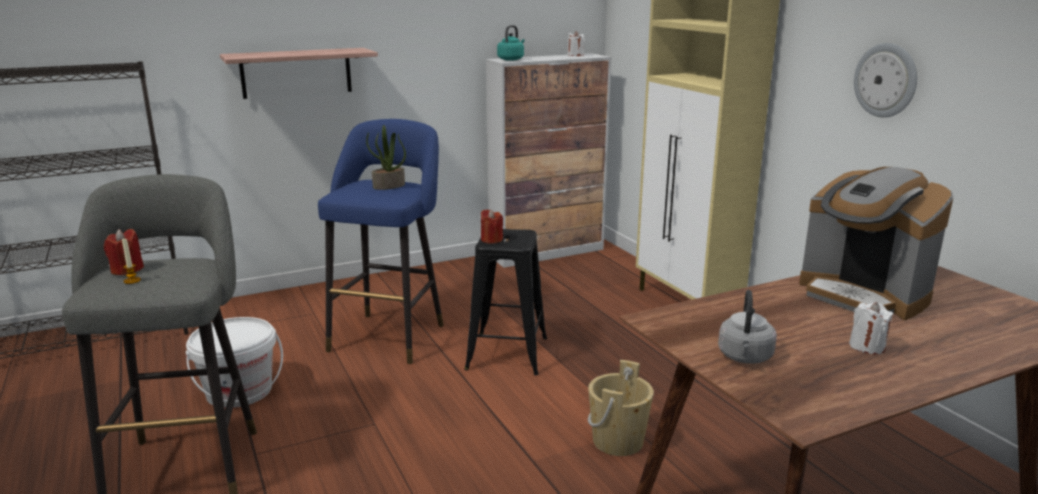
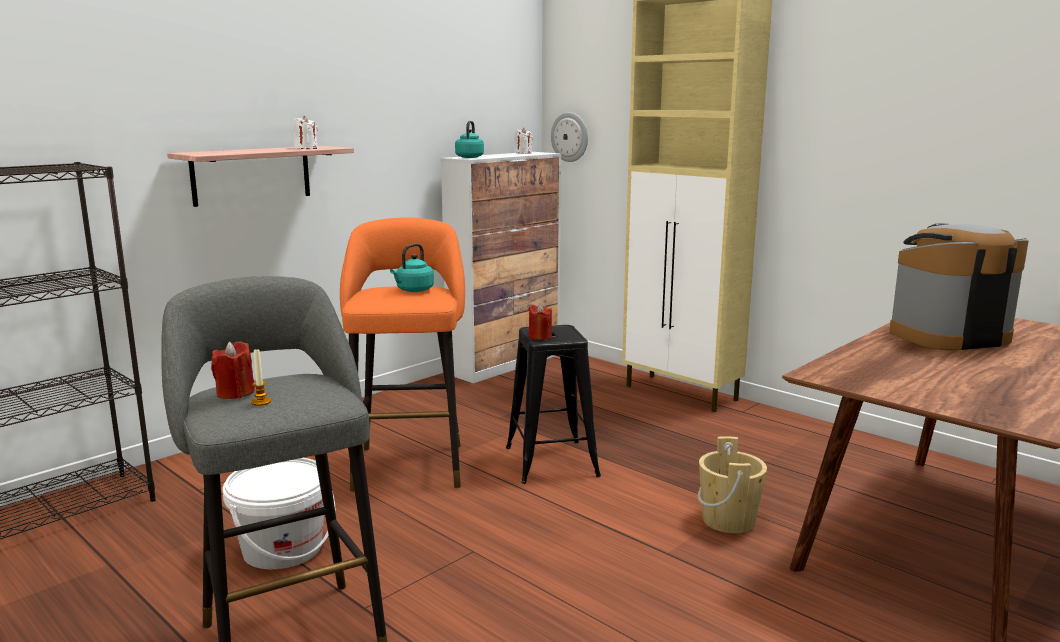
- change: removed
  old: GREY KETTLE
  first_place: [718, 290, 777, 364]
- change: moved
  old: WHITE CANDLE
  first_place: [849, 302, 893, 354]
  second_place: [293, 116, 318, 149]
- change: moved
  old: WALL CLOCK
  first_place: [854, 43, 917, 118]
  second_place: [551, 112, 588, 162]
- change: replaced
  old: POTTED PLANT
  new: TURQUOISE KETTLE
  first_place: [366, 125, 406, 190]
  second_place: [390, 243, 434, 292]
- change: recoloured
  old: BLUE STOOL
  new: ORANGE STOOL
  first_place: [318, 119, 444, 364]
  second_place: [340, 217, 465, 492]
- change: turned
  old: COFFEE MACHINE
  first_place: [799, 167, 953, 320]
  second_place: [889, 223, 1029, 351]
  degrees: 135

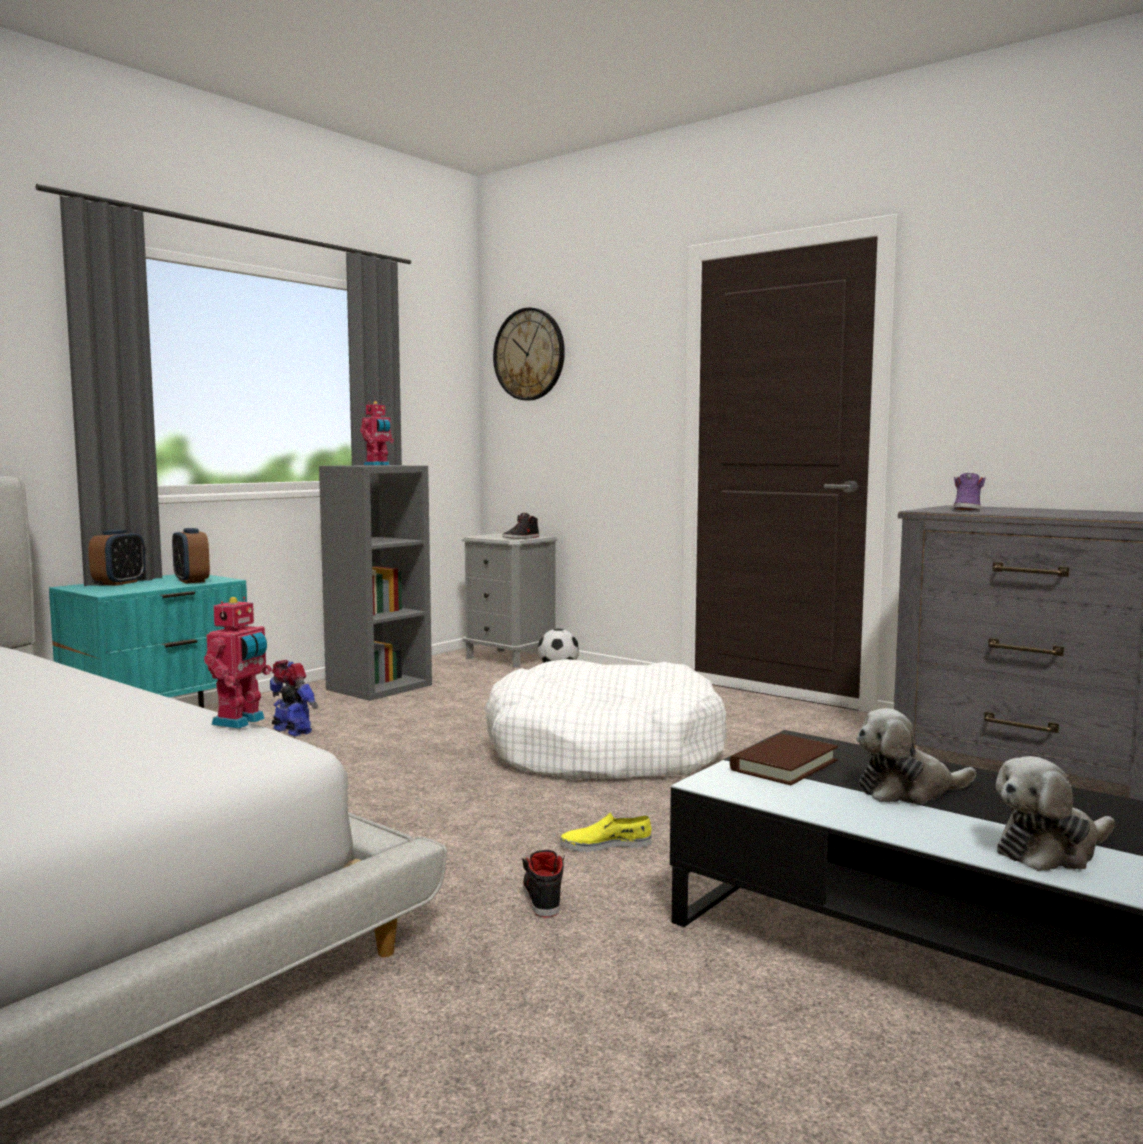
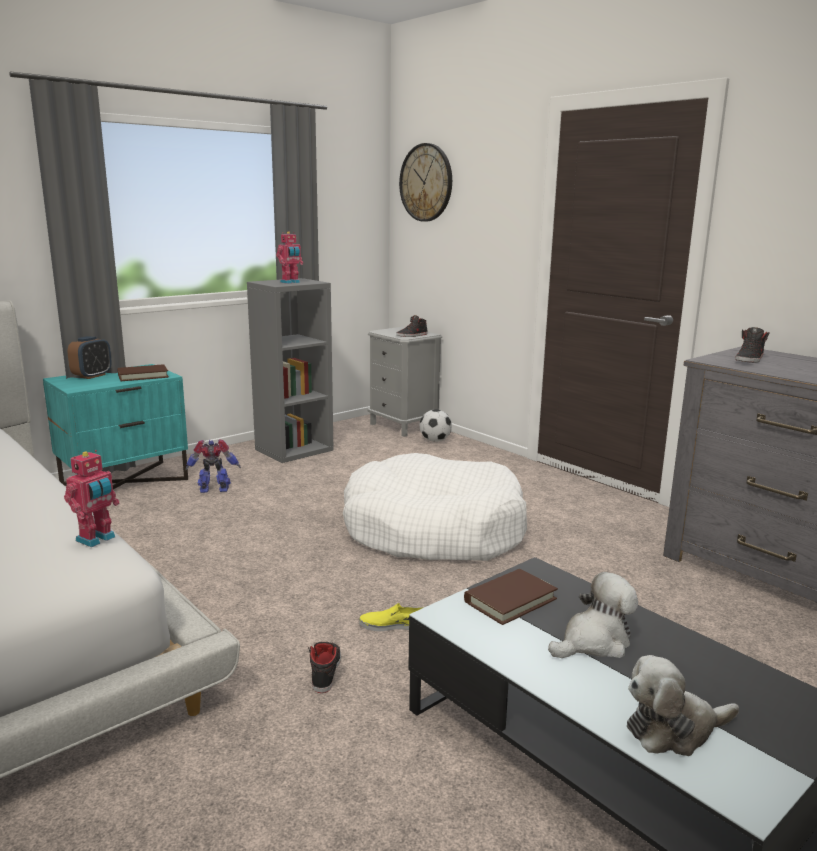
- change: replaced
  old: ALARM CLOCK
  new: BROWN BOOK
  first_place: [172, 528, 210, 583]
  second_place: [117, 364, 169, 381]
- change: recoloured
  old: PURPLE SHOE
  new: BLACK SHOE
  first_place: [953, 473, 986, 510]
  second_place: [735, 327, 770, 363]
- change: turned
  old: TOY ROBOT
  first_place: [270, 660, 318, 736]
  second_place: [185, 439, 241, 493]
  degrees: -60
- change: turned
  old: PLUSH TOY
  first_place: [856, 708, 976, 804]
  second_place: [548, 572, 638, 658]
  degrees: 150

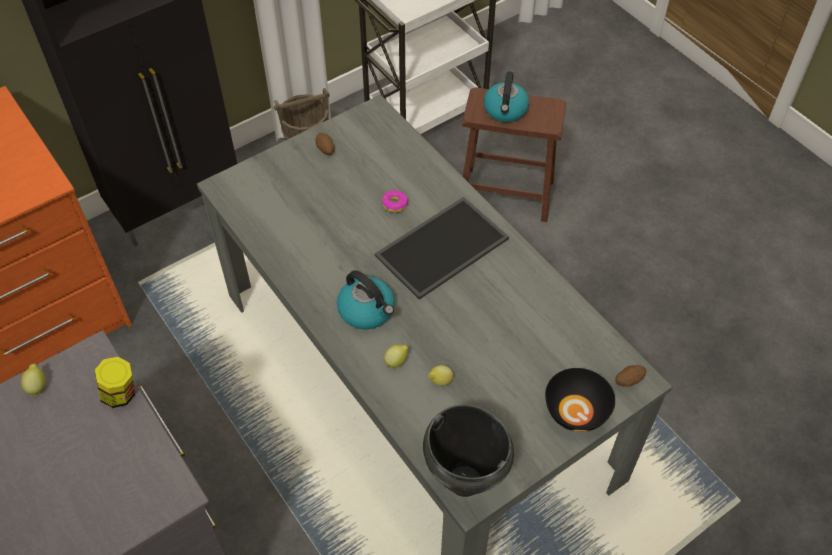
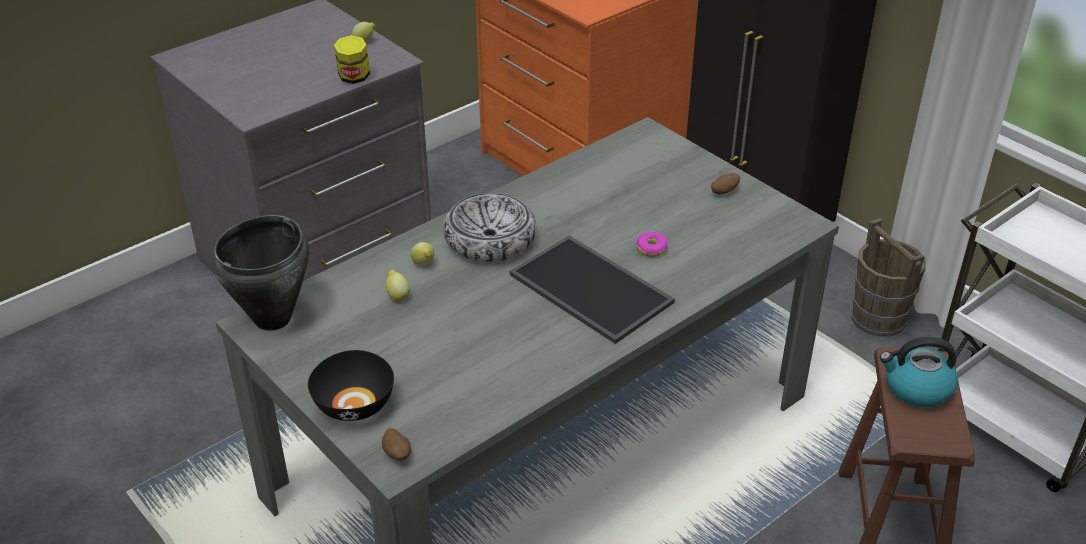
- change: replaced
  old: KETTLE
  new: BOWL
  first_place: [337, 270, 395, 330]
  second_place: [443, 193, 536, 262]

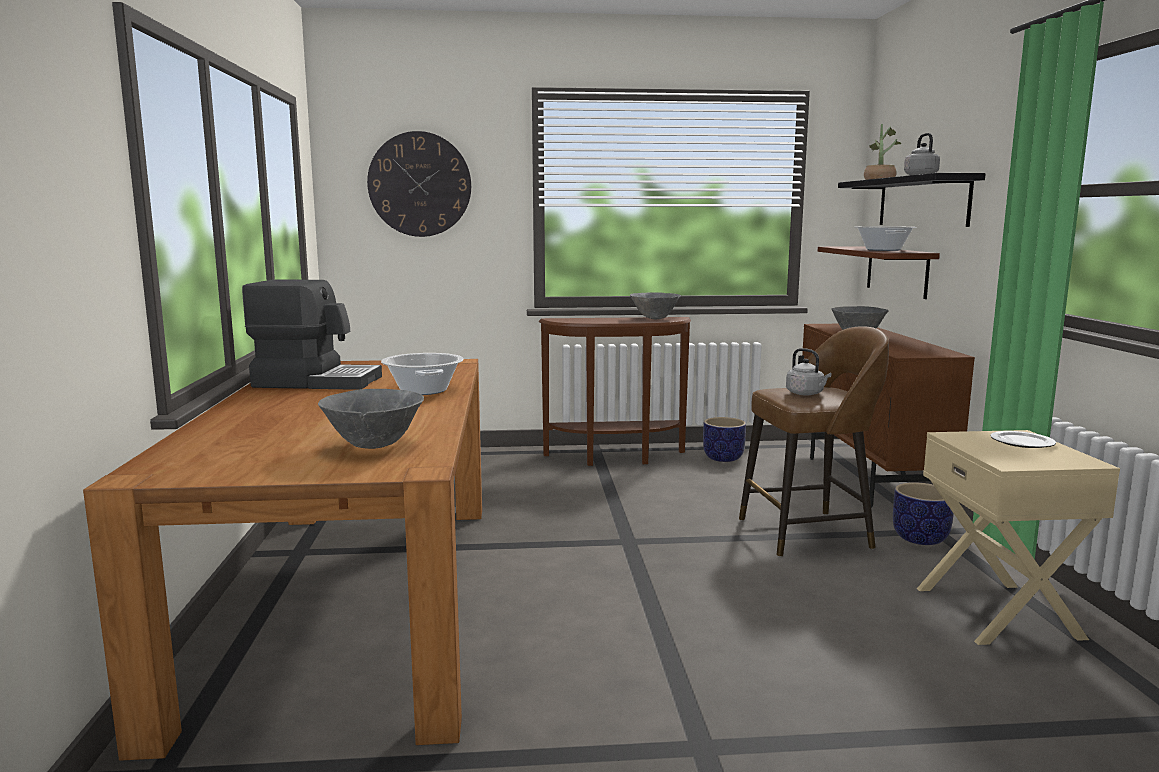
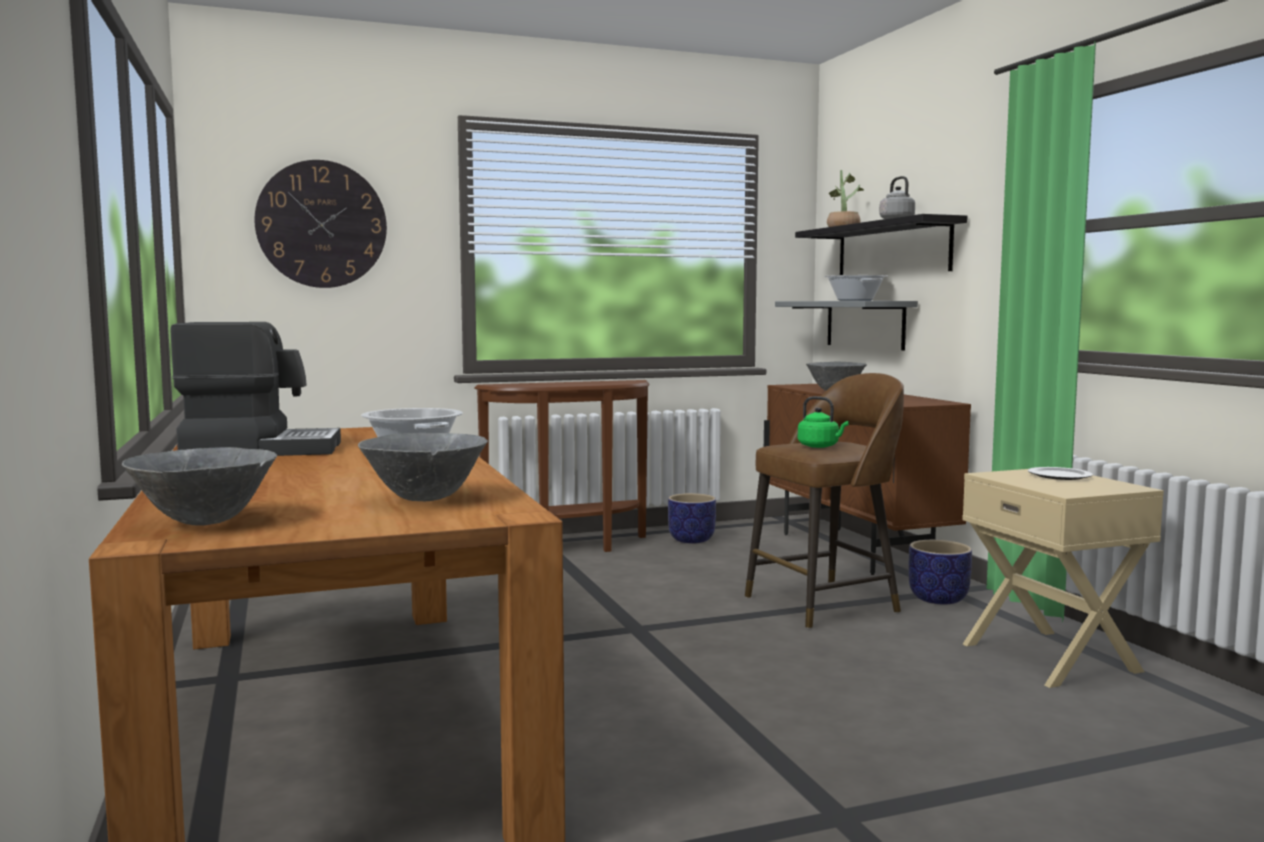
- change: moved
  old: GREY BOWL
  first_place: [630, 292, 681, 319]
  second_place: [122, 447, 277, 526]
- change: recoloured
  old: GREY KETTLE
  new: GREEN KETTLE
  first_place: [786, 348, 832, 396]
  second_place: [798, 396, 849, 448]
- change: recoloured
  old: BROWN SHELF
  new: GREY SHELF
  first_place: [818, 247, 940, 299]
  second_place: [775, 301, 918, 350]

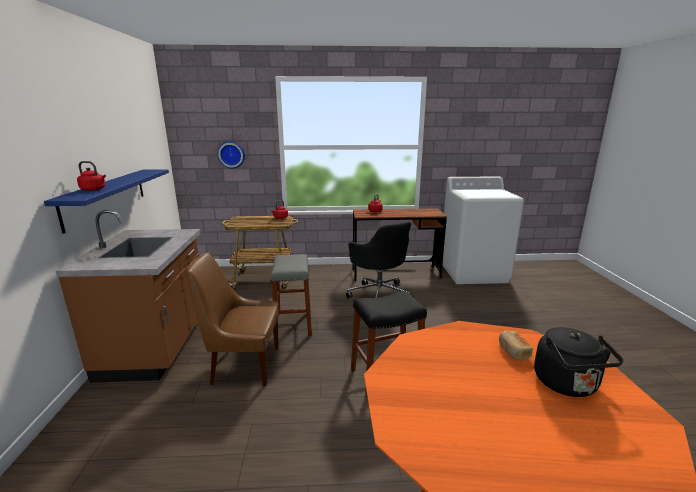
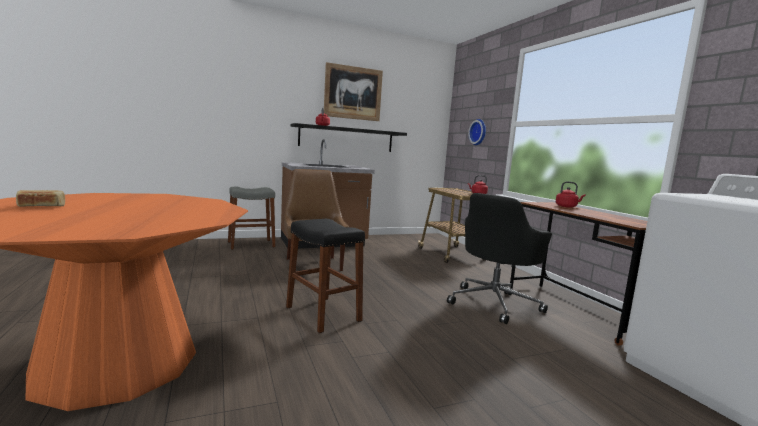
- change: removed
  old: BLACK KETTLE
  first_place: [534, 327, 624, 397]
- change: added
  new: PICTURE
  second_place: [324, 62, 383, 121]
- change: moved
  old: GREY STOOL
  first_place: [271, 254, 312, 336]
  second_place: [228, 187, 275, 250]
- change: moved
  old: BREAD
  first_place: [499, 331, 533, 361]
  second_place: [16, 190, 65, 207]
- change: recoloured
  old: BLUE SHELF
  new: BLACK SHELF
  first_place: [44, 169, 169, 234]
  second_place: [291, 123, 407, 152]

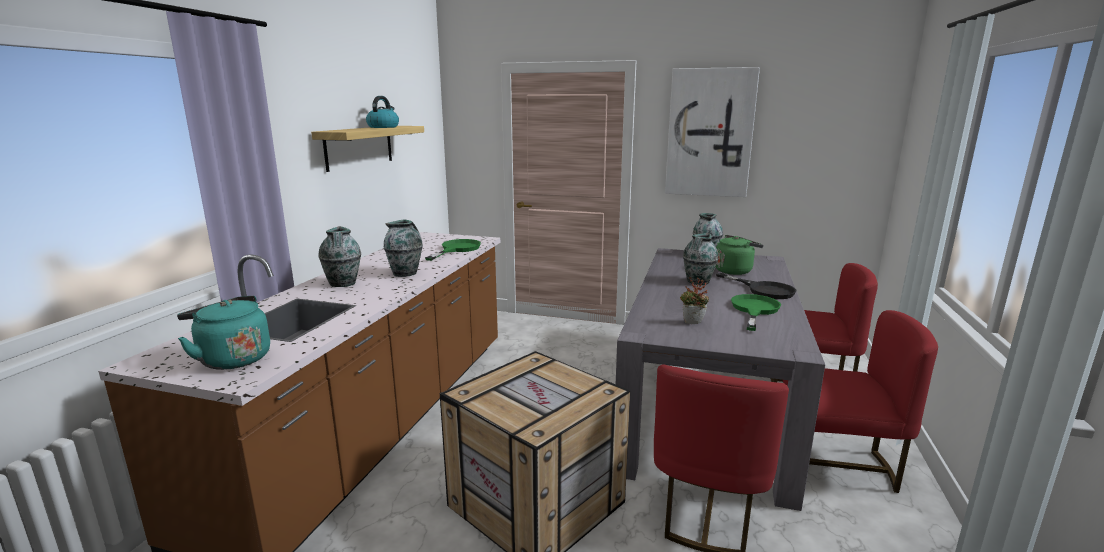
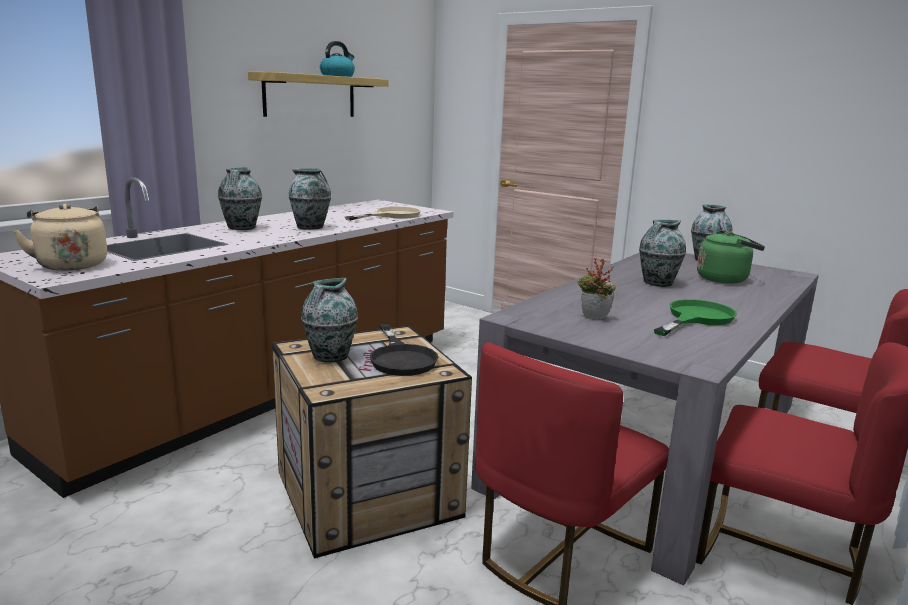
- change: removed
  old: PICTURE
  first_place: [665, 67, 760, 197]
- change: added
  new: VASE
  second_place: [301, 278, 358, 363]
- change: moved
  old: BLACK FRYING PAN
  first_place: [716, 273, 796, 299]
  second_place: [370, 324, 439, 376]
- change: recoloured
  old: TURQUOISE KETTLE
  new: BEIGE KETTLE
  first_place: [177, 296, 270, 370]
  second_place: [12, 204, 107, 270]
- change: recoloured
  old: GREEN FRYING PAN
  new: BEIGE FRYING PAN
  first_place: [425, 239, 481, 261]
  second_place: [345, 207, 421, 221]

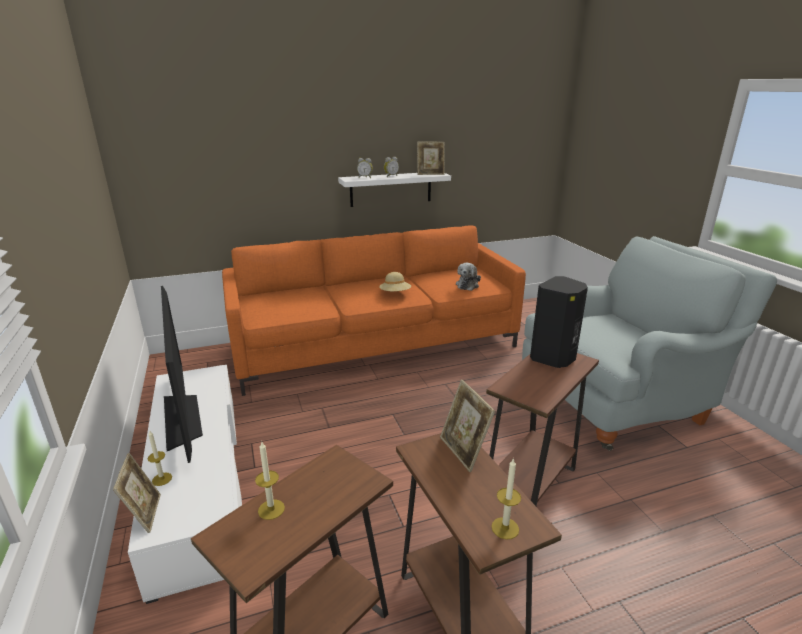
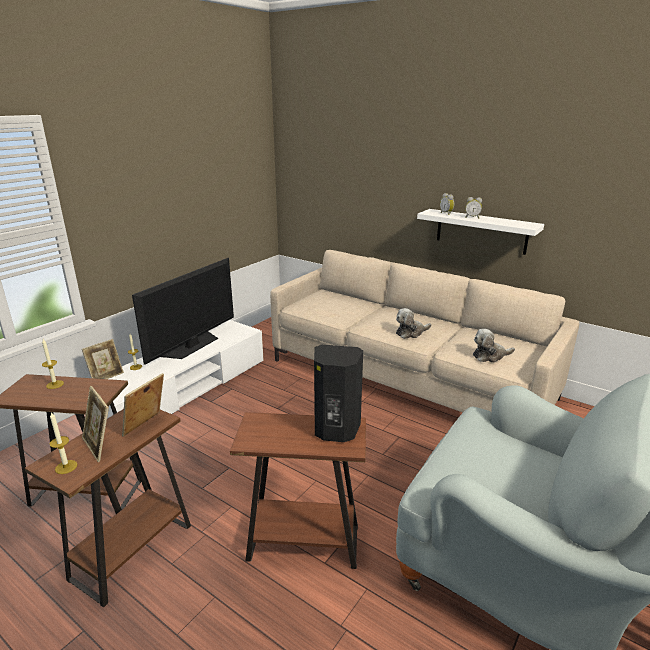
- change: moved
  old: PICTURE FRAME
  first_place: [417, 141, 445, 175]
  second_place: [82, 386, 109, 462]
- change: replaced
  old: BEIGE HAT
  new: PLUSH TOY
  first_place: [379, 272, 411, 291]
  second_place: [396, 308, 431, 339]
- change: recoloured
  old: ORANGE SOFA
  new: BEIGE SOFA
  first_place: [222, 225, 526, 396]
  second_place: [270, 250, 579, 412]

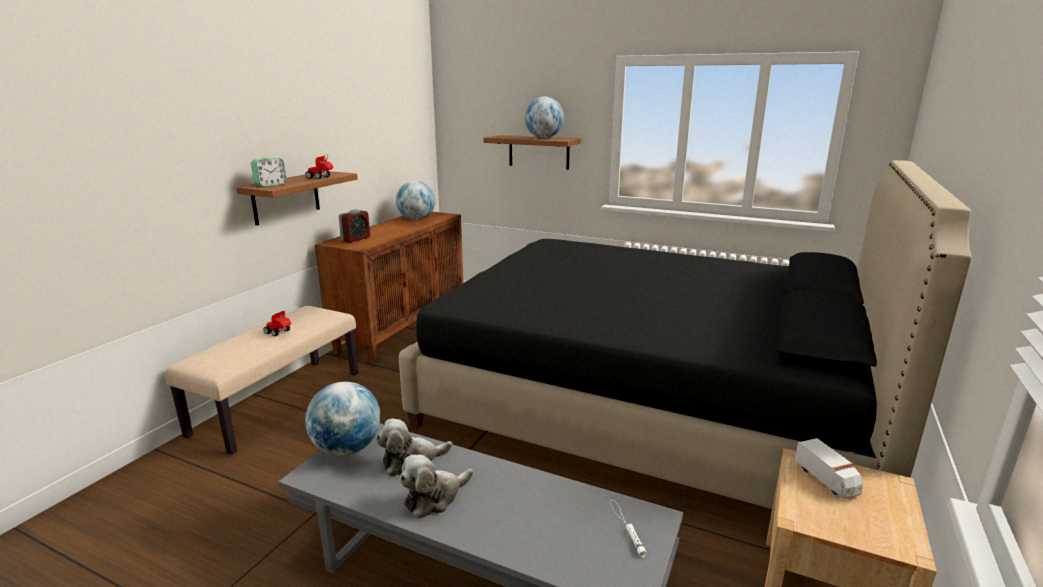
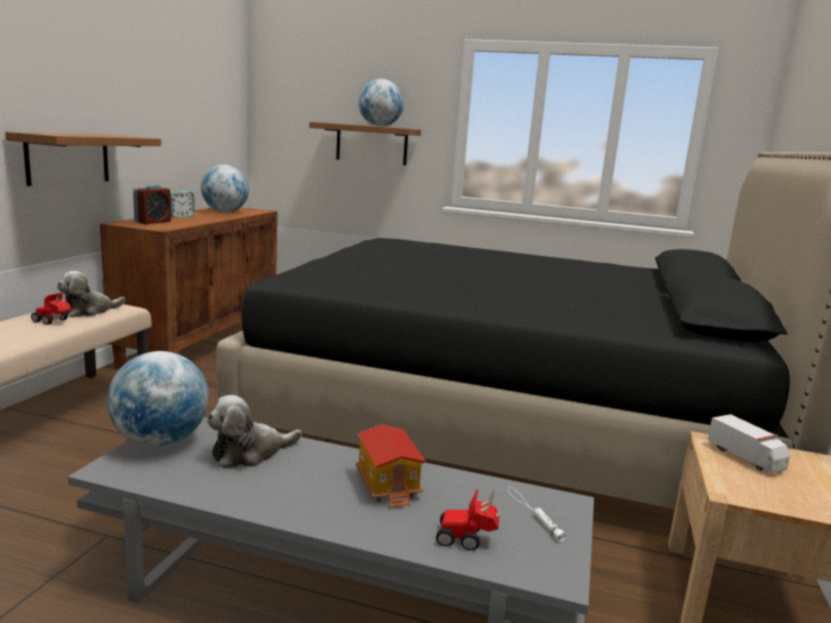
- change: added
  new: TOY HOUSE
  second_place: [356, 424, 426, 508]
- change: moved
  old: ALARM CLOCK
  first_place: [251, 158, 287, 187]
  second_place: [171, 191, 195, 218]
- change: moved
  old: TOY CAR
  first_place: [305, 155, 334, 179]
  second_place: [436, 489, 501, 550]
- change: moved
  old: PLUSH TOY
  first_place: [399, 455, 473, 518]
  second_place: [57, 271, 125, 317]

